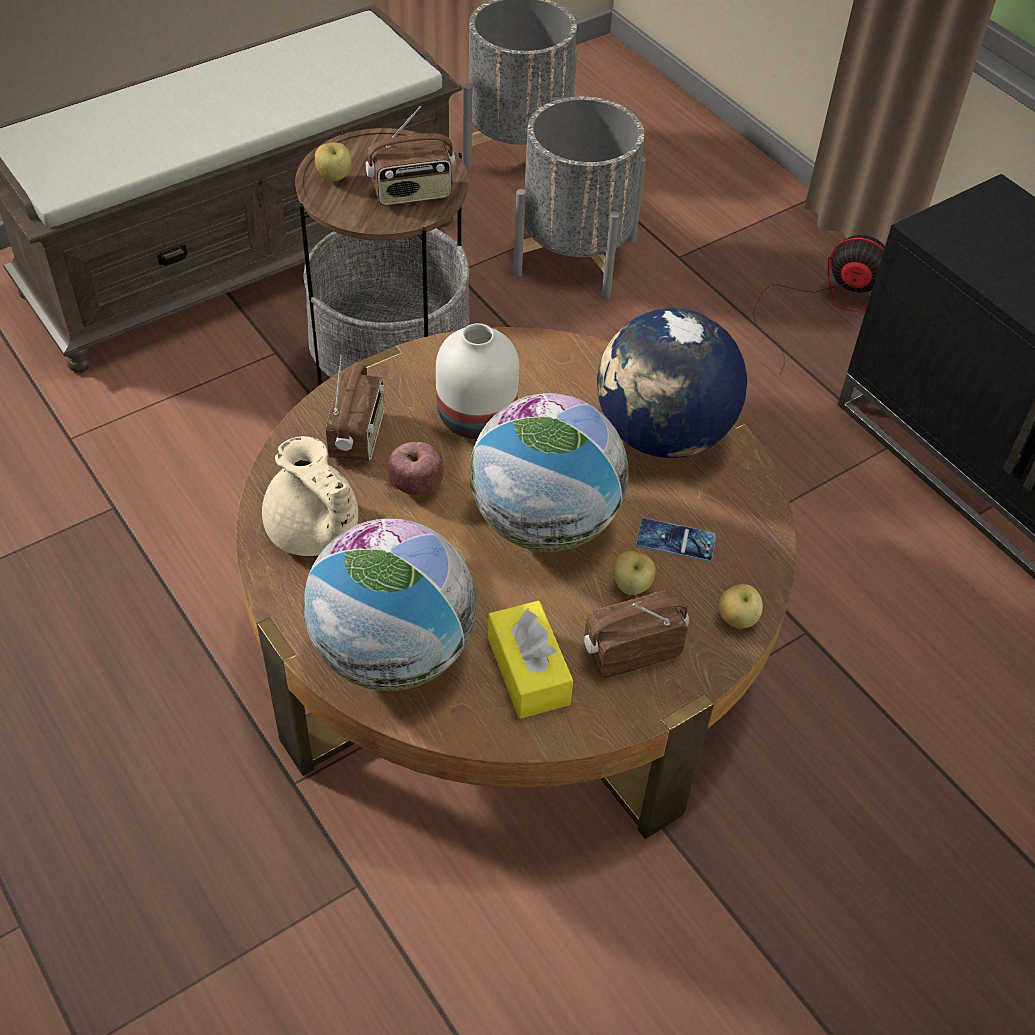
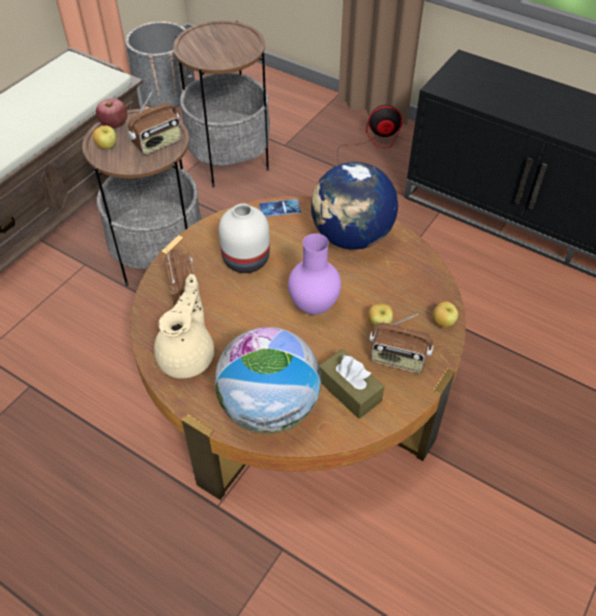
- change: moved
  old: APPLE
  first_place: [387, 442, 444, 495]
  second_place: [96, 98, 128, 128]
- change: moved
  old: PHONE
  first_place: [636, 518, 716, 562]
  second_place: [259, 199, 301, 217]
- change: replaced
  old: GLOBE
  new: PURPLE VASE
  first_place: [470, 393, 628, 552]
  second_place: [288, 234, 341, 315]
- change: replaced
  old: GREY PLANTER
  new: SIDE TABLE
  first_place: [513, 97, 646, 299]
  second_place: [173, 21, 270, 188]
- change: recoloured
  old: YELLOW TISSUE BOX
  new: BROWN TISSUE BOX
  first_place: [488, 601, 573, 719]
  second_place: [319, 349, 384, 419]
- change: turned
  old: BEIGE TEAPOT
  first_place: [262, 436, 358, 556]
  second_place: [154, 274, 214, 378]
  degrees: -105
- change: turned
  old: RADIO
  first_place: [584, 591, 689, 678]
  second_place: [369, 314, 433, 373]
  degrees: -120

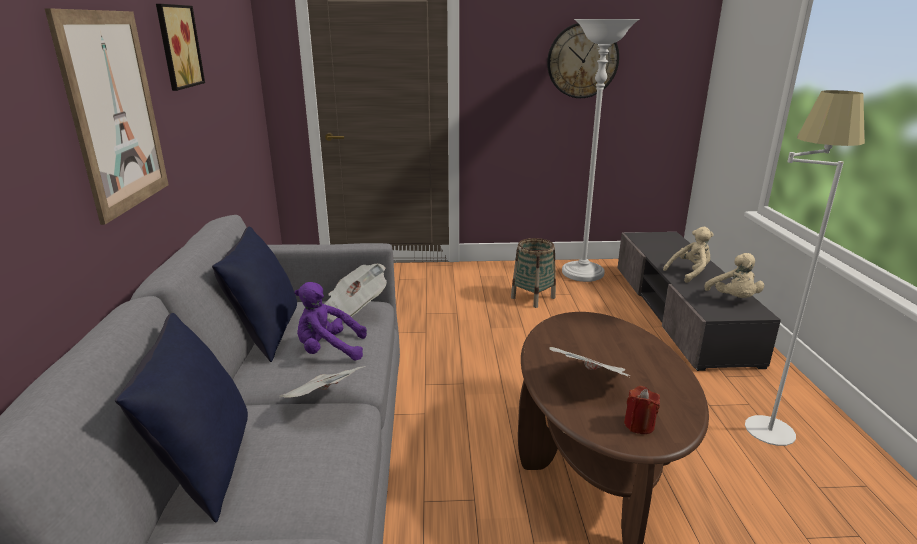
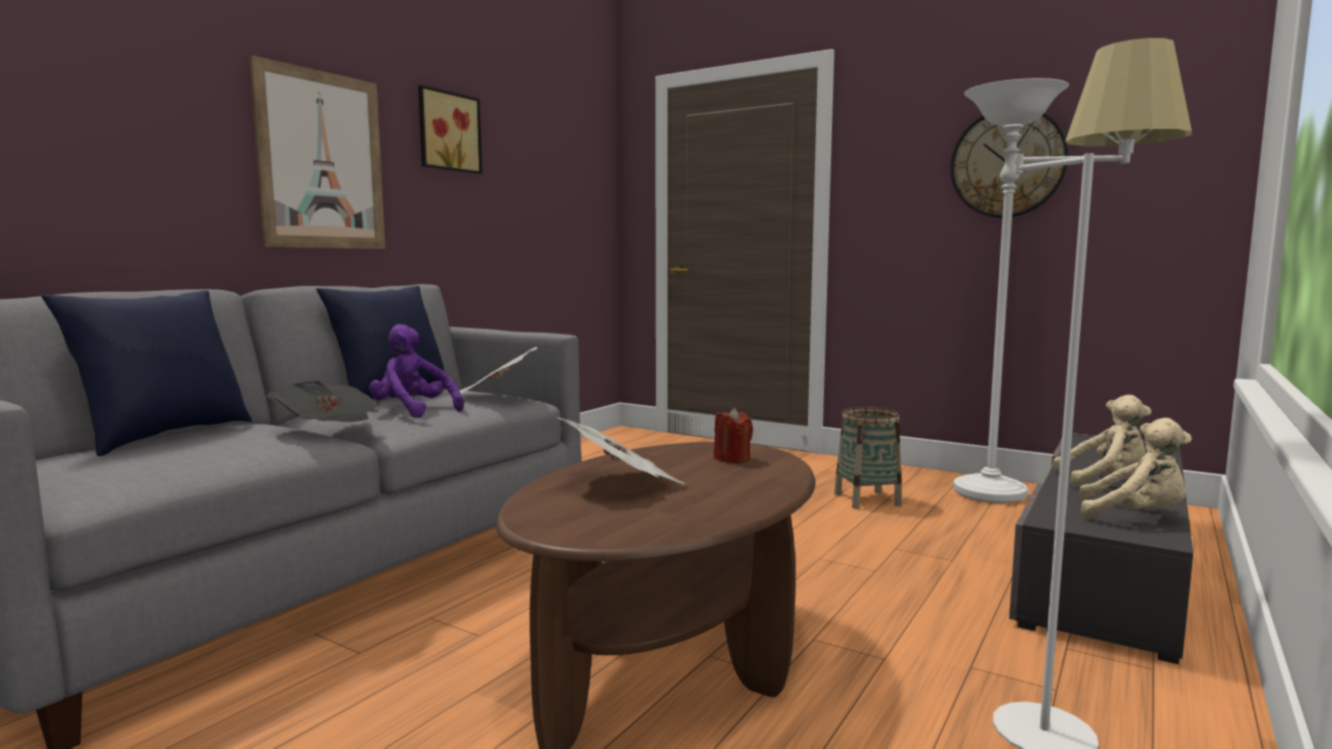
- change: moved
  old: RED CANDLE
  first_place: [624, 386, 660, 434]
  second_place: [714, 408, 753, 463]
- change: turned
  old: BEIGE PLUSH TOY
  first_place: [704, 253, 764, 298]
  second_place: [1080, 418, 1192, 519]
  degrees: -90

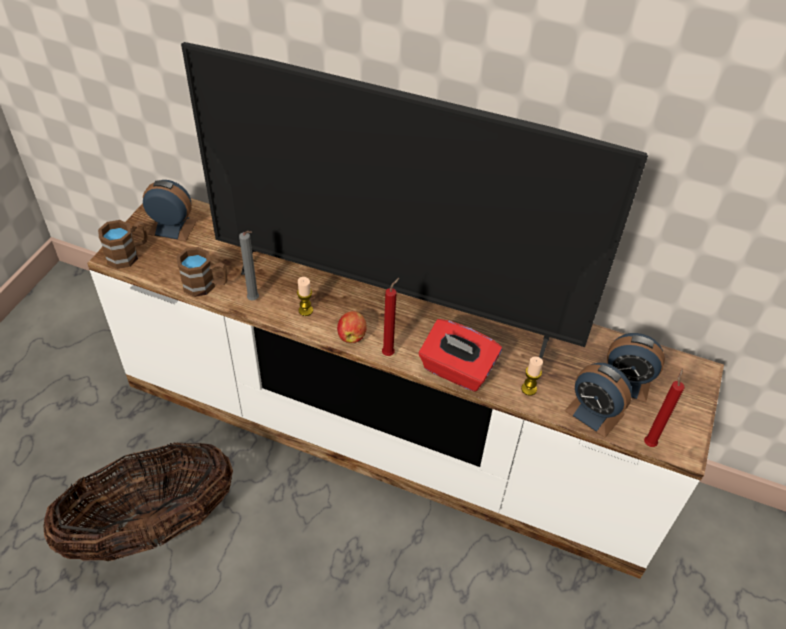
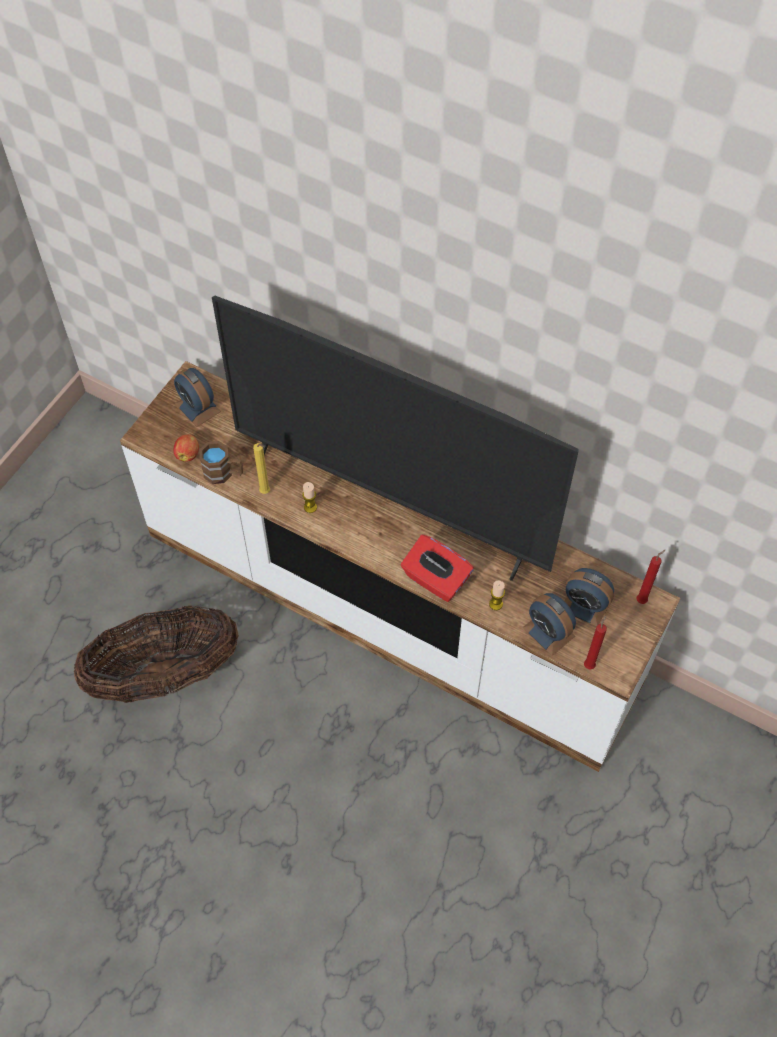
- change: removed
  old: BROWN MUG
  first_place: [98, 220, 148, 269]
- change: moved
  old: APPLE
  first_place: [337, 311, 367, 343]
  second_place: [174, 434, 199, 462]
- change: moved
  old: RED CANDLE
  first_place: [382, 278, 399, 356]
  second_place: [636, 549, 666, 604]
- change: recoloured
  old: GREY CANDLE
  new: YELLOW CANDLE
  first_place: [239, 231, 259, 301]
  second_place: [253, 443, 270, 494]
- change: turned
  old: ALARM CLOCK
  first_place: [143, 180, 197, 241]
  second_place: [174, 368, 221, 427]
  degrees: -150

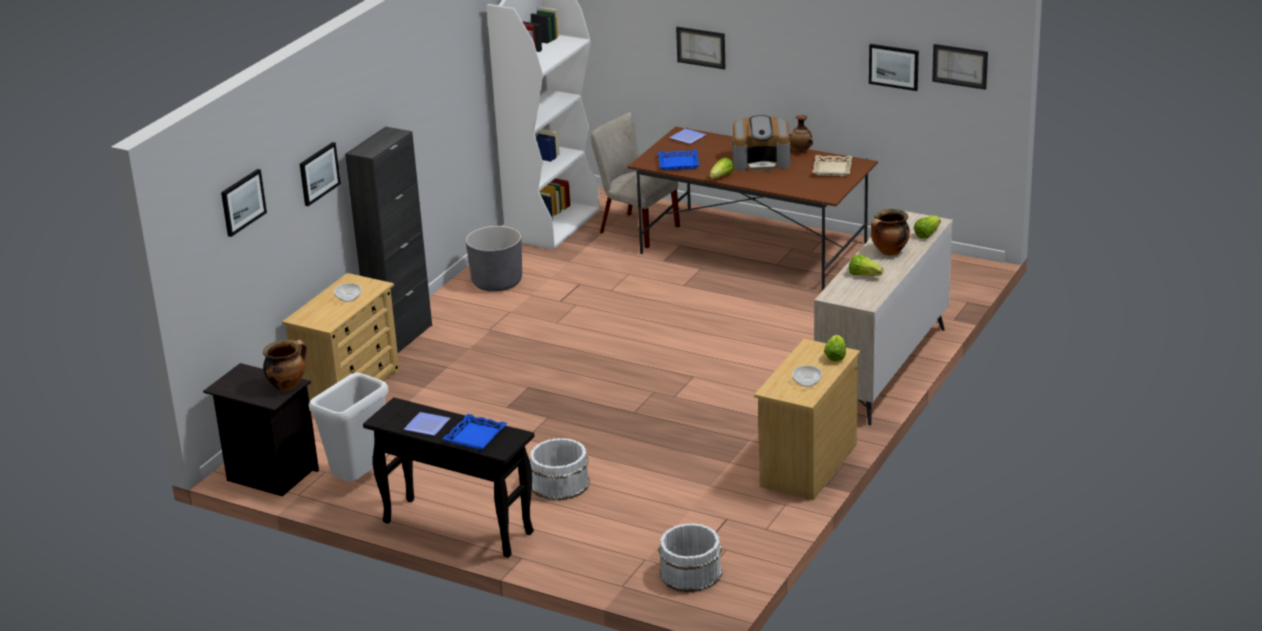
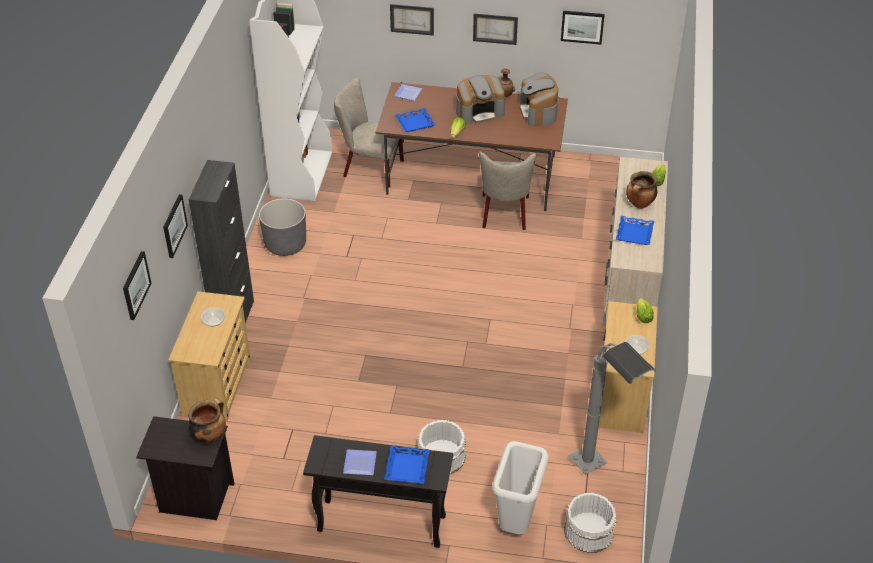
- change: added
  new: BEIGE CHAIR
  second_place: [479, 151, 536, 230]
- change: added
  new: GREY FLOOR LAMP
  second_place: [568, 342, 656, 475]
- change: moved
  old: WHITE TRASH CAN
  first_place: [309, 373, 389, 481]
  second_place: [492, 441, 549, 534]
- change: moved
  old: PICTURE
  first_place: [932, 44, 988, 90]
  second_place: [473, 14, 518, 45]
- change: replaced
  old: BEIGE TRAY
  new: COFFEE MACHINE
  first_place: [812, 155, 852, 176]
  second_place: [519, 72, 558, 127]
- change: replaced
  old: LETTUCE
  new: BLUE TRAY
  first_place: [849, 255, 884, 276]
  second_place: [616, 216, 654, 245]

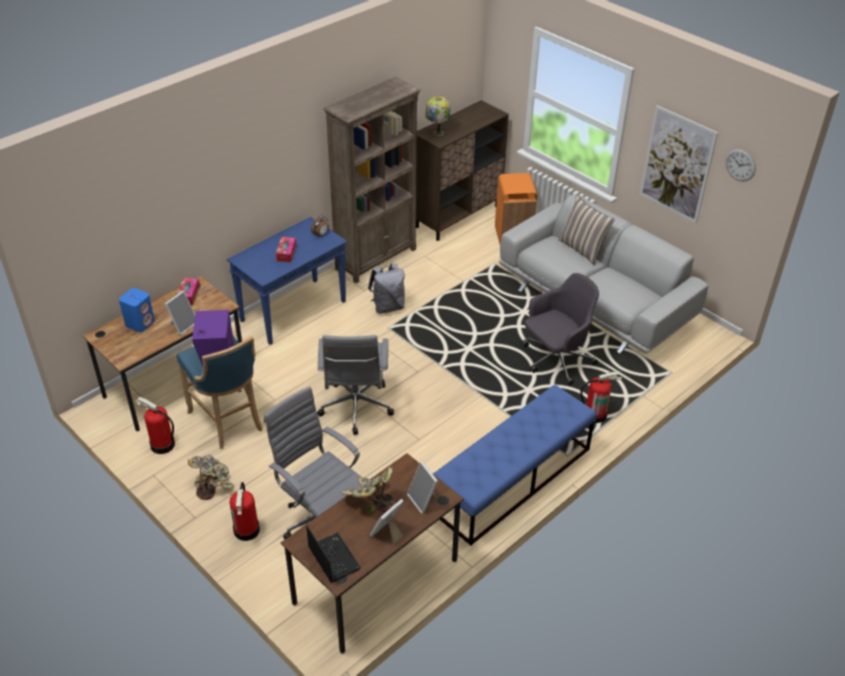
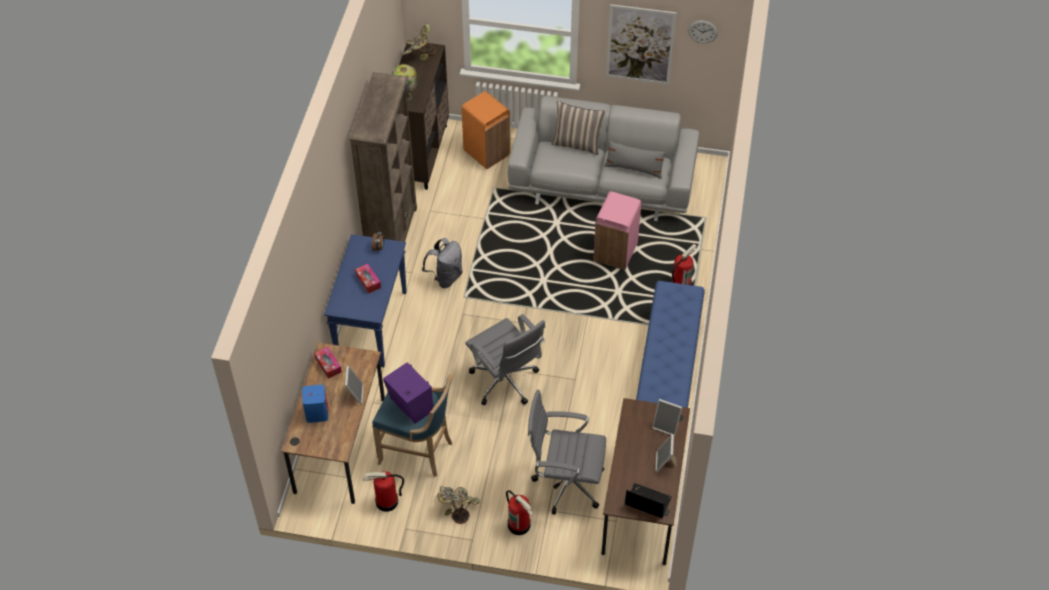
- change: added
  new: GREY PILLOW
  second_place: [604, 141, 666, 179]
- change: moved
  old: POTTED PLANT
  first_place: [340, 467, 395, 514]
  second_place: [401, 23, 436, 61]
- change: replaced
  old: GREY OFFICE CHAIR
  new: PINK TRASH CAN
  first_place: [522, 273, 599, 385]
  second_place: [594, 191, 641, 270]

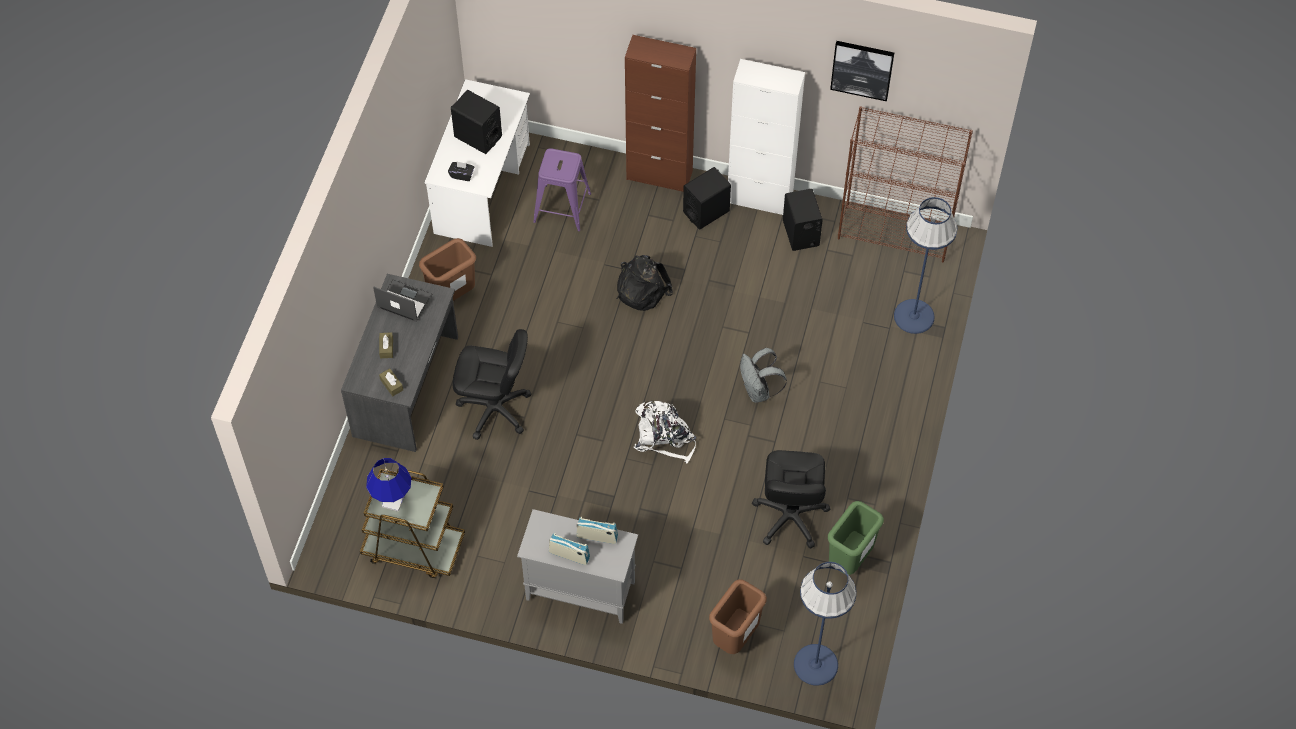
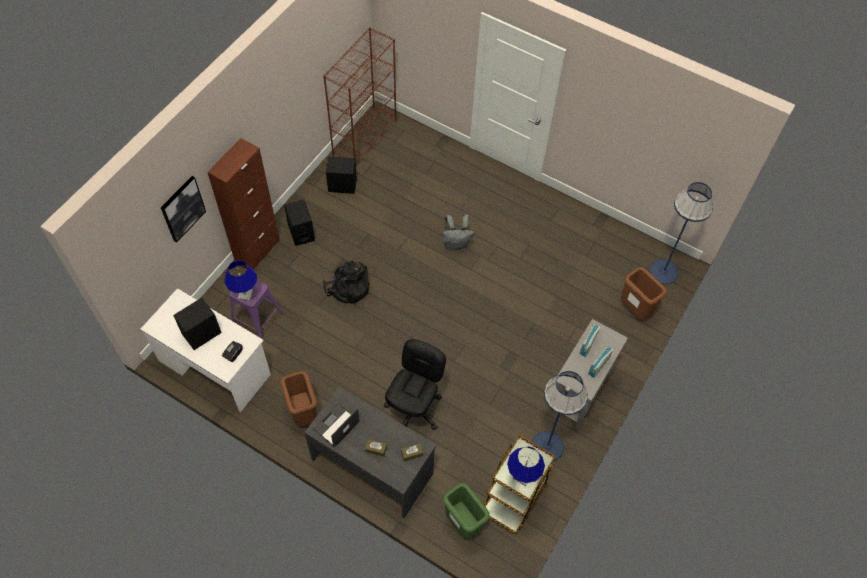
- change: removed
  old: WHITE BACKPACK
  first_place: [633, 401, 697, 464]
- change: removed
  old: WHITE CABINET
  first_place: [728, 59, 805, 215]
- change: removed
  old: BLACK OFFICE CHAIR
  first_place: [752, 450, 830, 549]
- change: added
  new: BLUE TABLE LAMP
  second_place: [224, 260, 257, 301]
- change: moved
  old: GREEN TRASH CAN
  first_place: [828, 501, 884, 575]
  second_place: [443, 483, 490, 540]
- change: moved
  old: PICTURE
  first_place: [830, 41, 894, 101]
  second_place: [161, 176, 206, 243]
- change: moved
  old: BLUE FLOOR LAMP
  first_place: [894, 197, 957, 334]
  second_place: [532, 371, 588, 462]

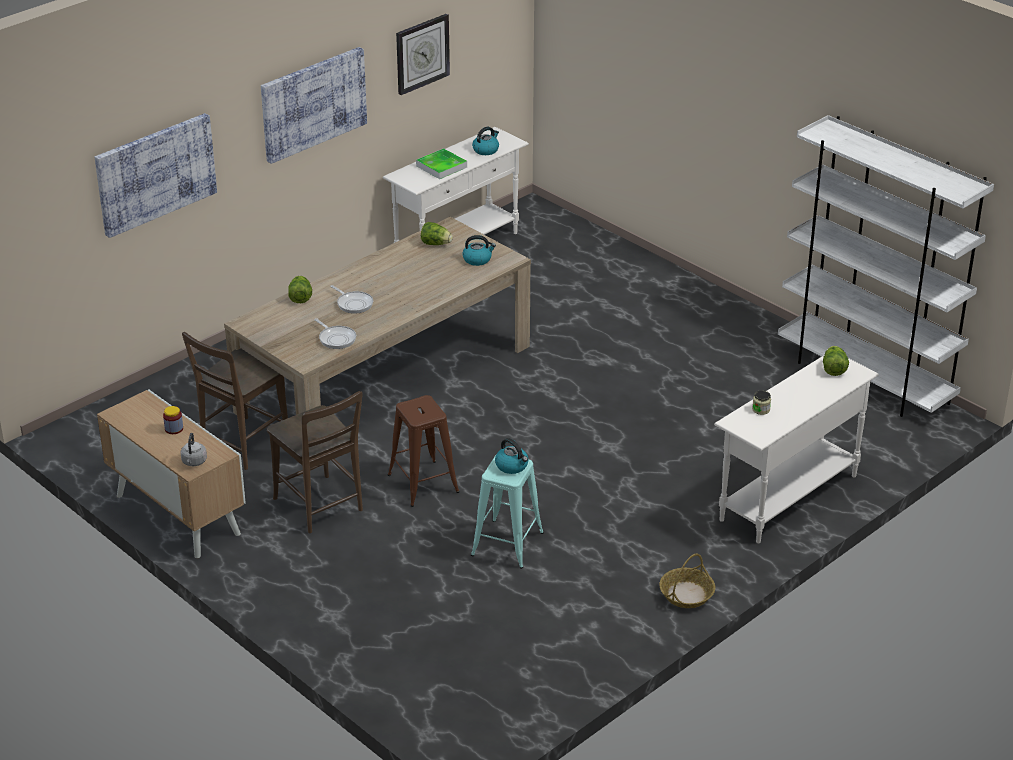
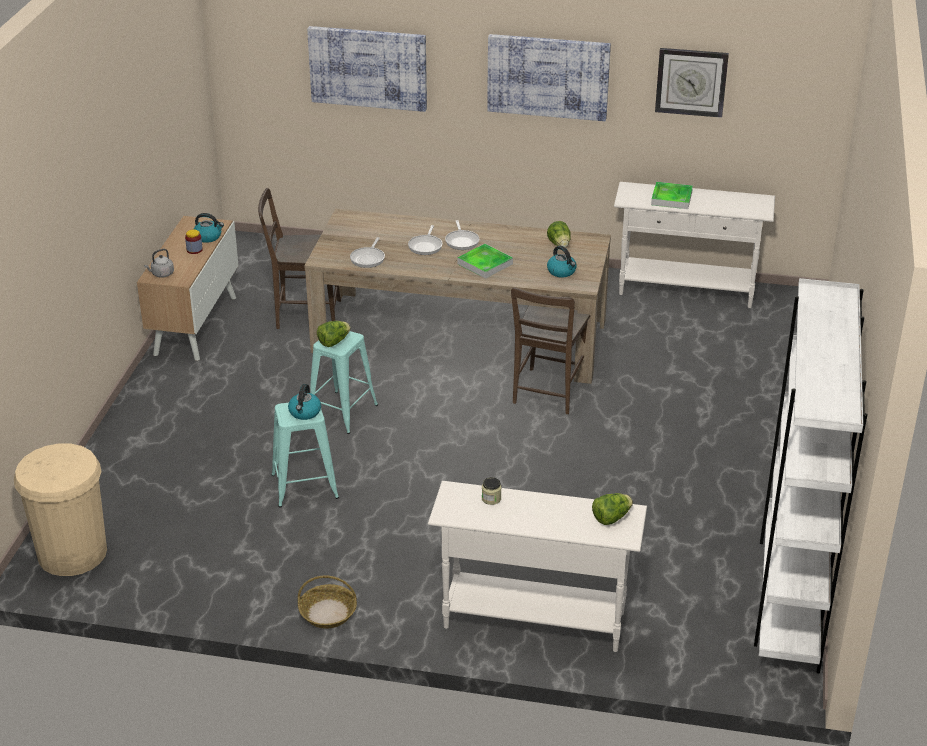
- change: added
  new: BEIGE TRASH CAN
  second_place: [14, 444, 107, 576]
- change: added
  new: FRYING PAN
  second_place: [445, 220, 479, 250]
- change: added
  new: TRAY
  second_place: [458, 244, 513, 279]
- change: moved
  old: BROWN CHAIR
  first_place: [267, 391, 363, 533]
  second_place: [511, 288, 590, 414]
- change: moved
  old: LETTUCE
  first_place: [288, 276, 312, 303]
  second_place: [317, 321, 351, 347]
- change: moved
  old: KETTLE
  first_place: [472, 127, 499, 155]
  second_place: [193, 213, 224, 243]
- change: recoloured
  old: BROWN STOOL
  new: TURQUOISE STOOL
  first_place: [388, 395, 460, 507]
  second_place: [310, 331, 378, 434]

